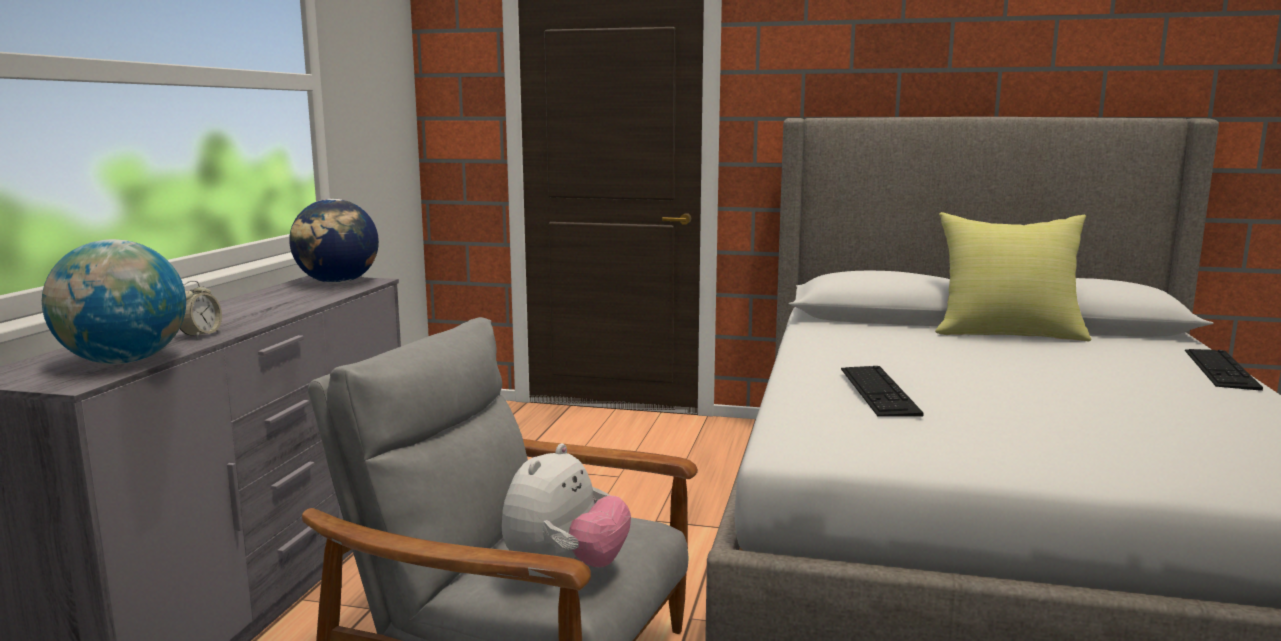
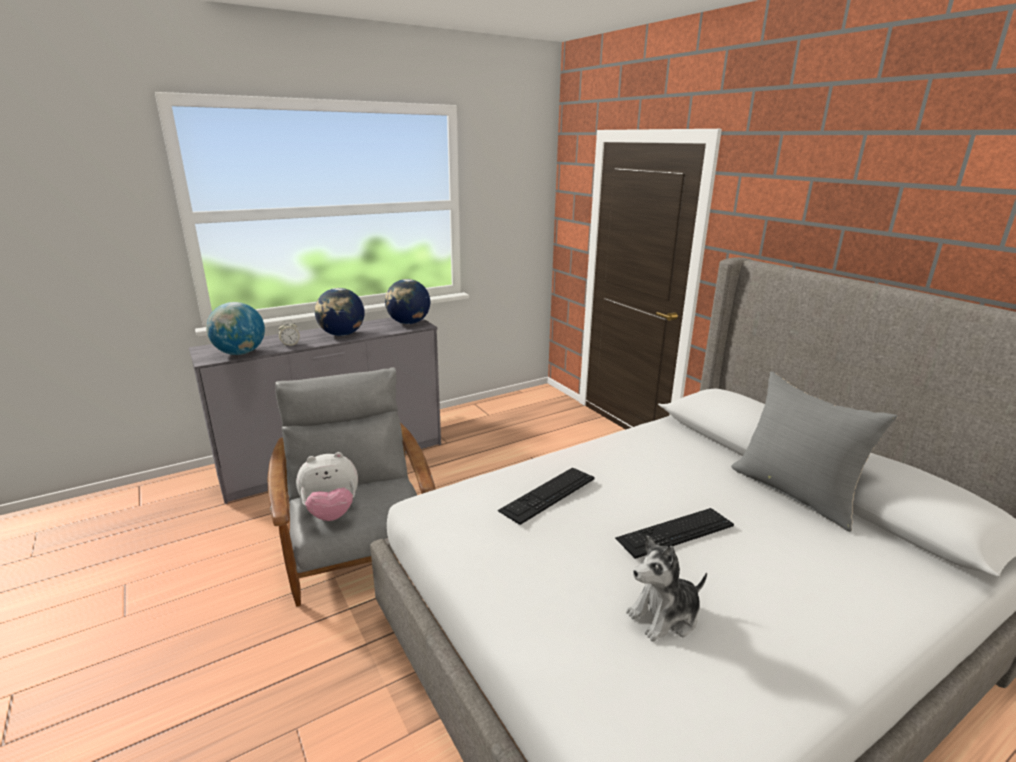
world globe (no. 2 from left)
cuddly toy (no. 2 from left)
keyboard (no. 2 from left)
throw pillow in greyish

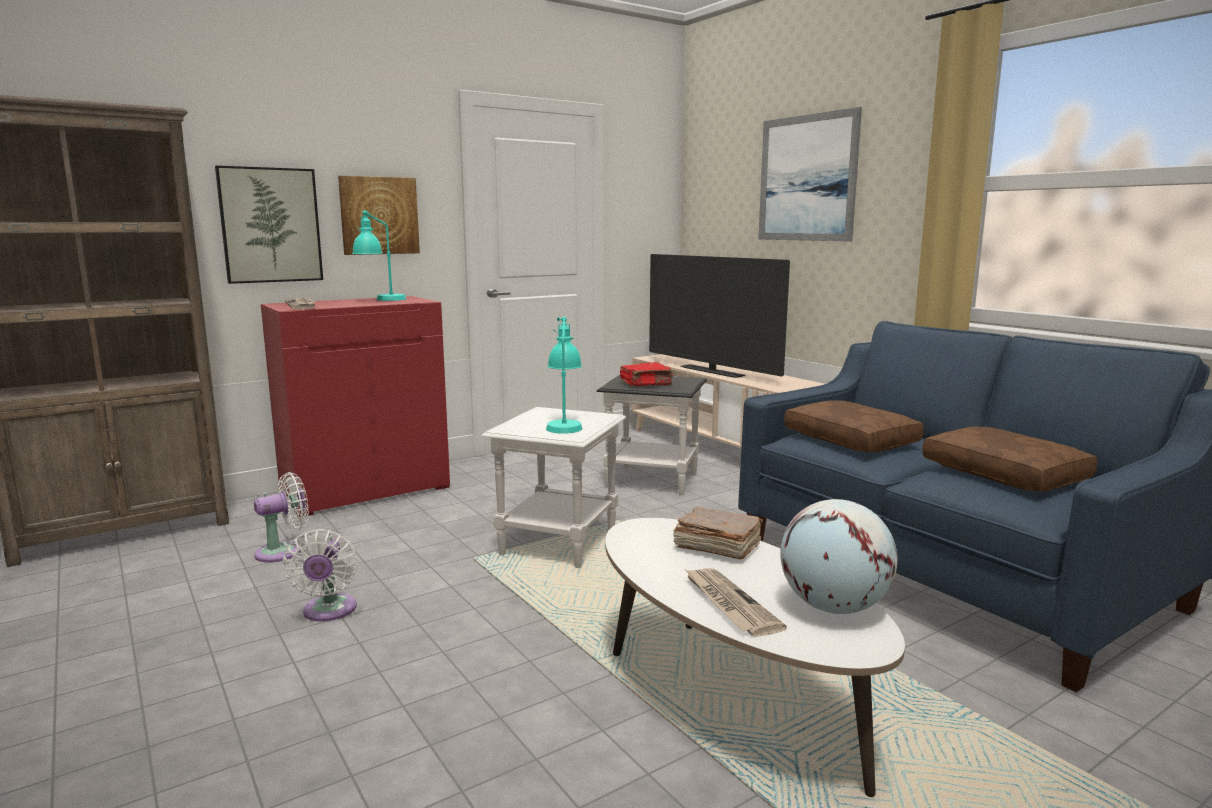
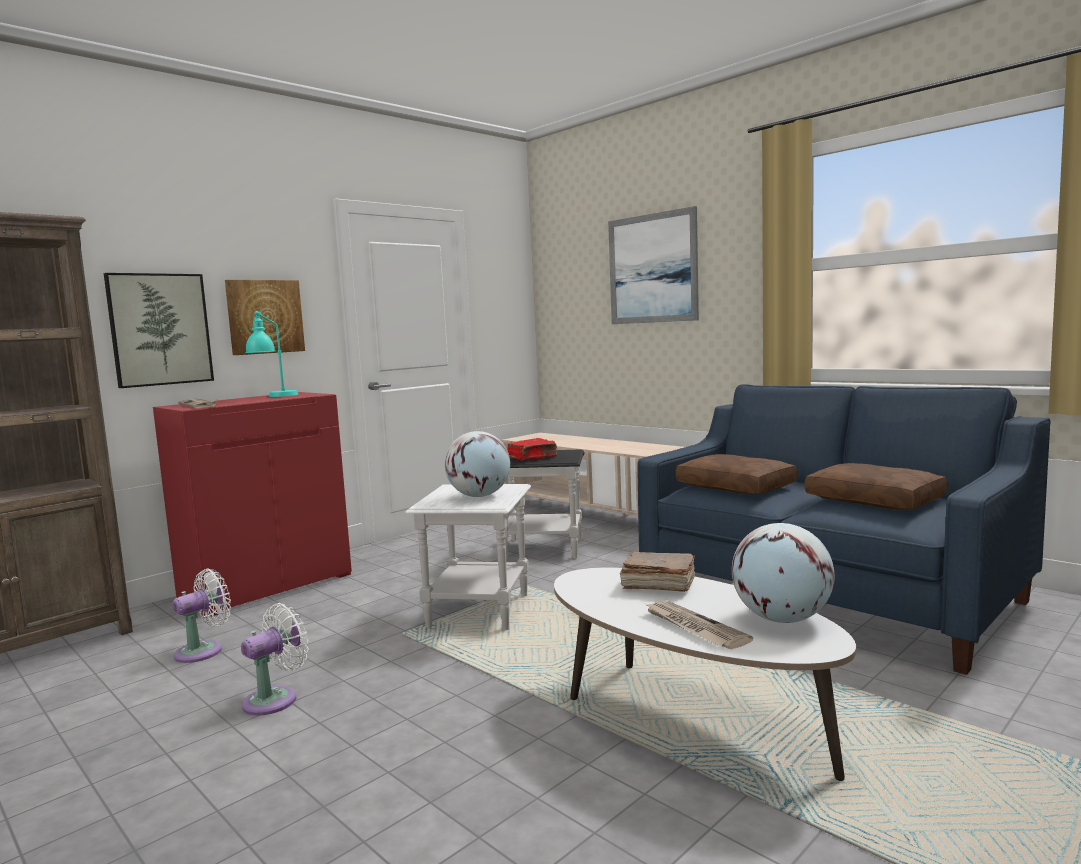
TV
world globe (no. 1 from left)
cooling fan in white-coloured (no. 2 from left)

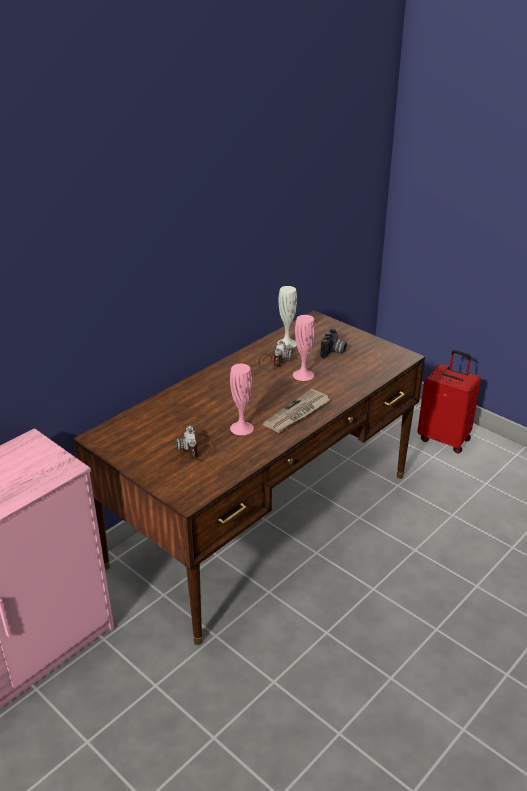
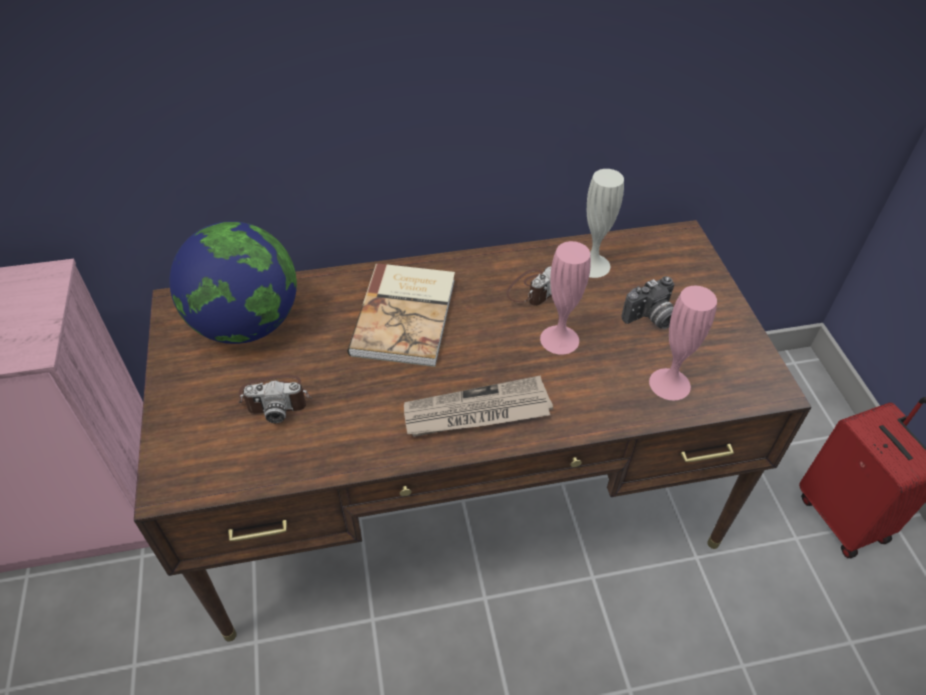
world globe
bound book
flower vase in pinkish (no. 2 from left)
still camera (no. 1 from left)

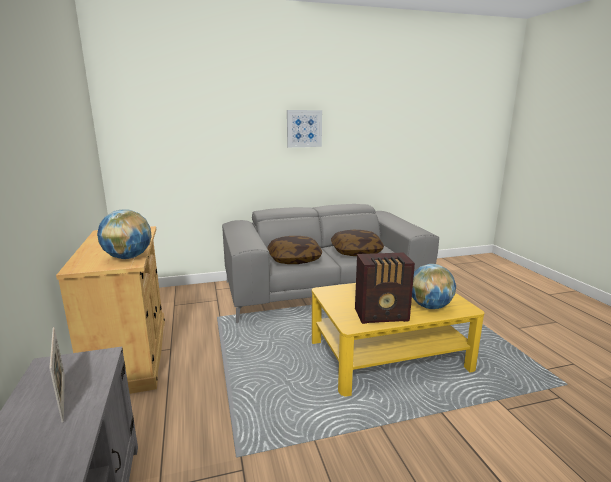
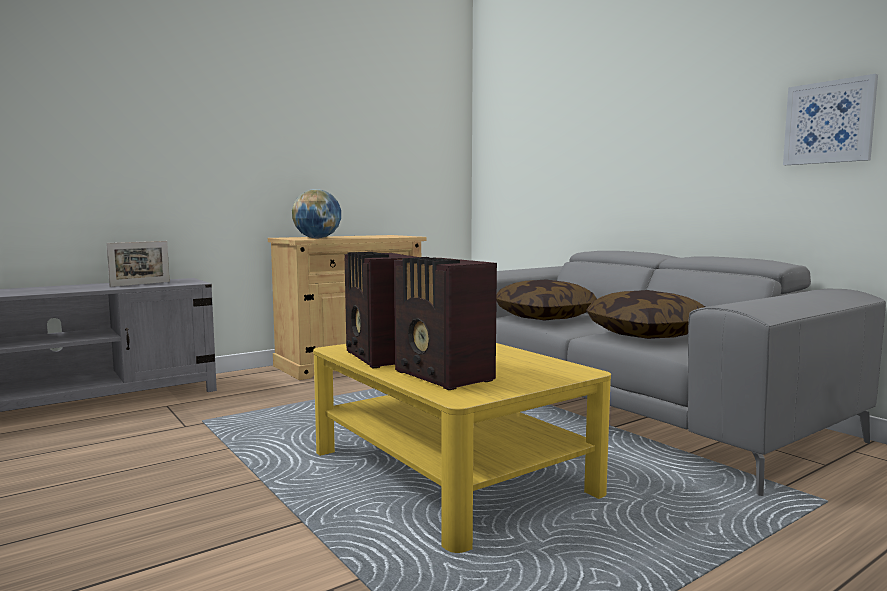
wall picture
radio set (no. 2 from left)

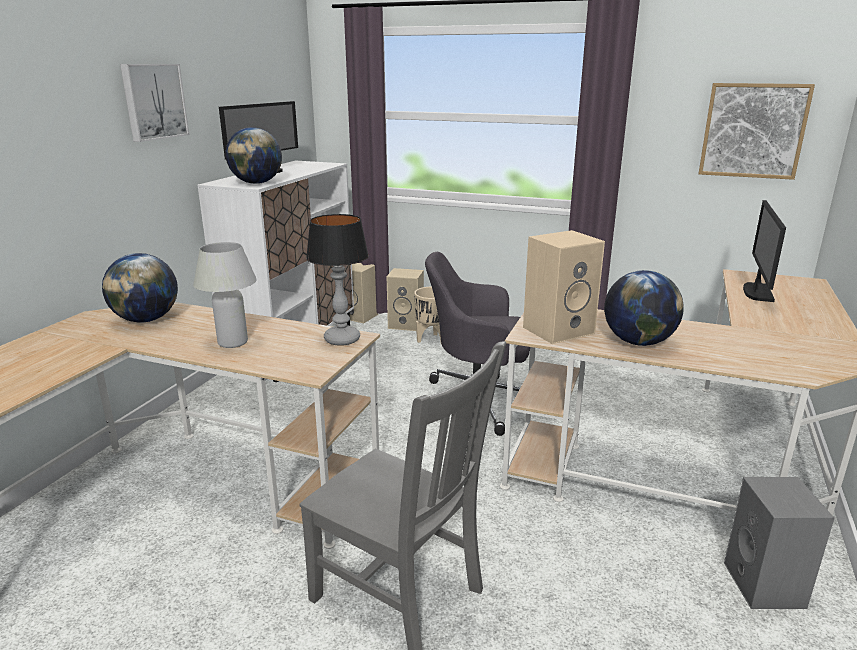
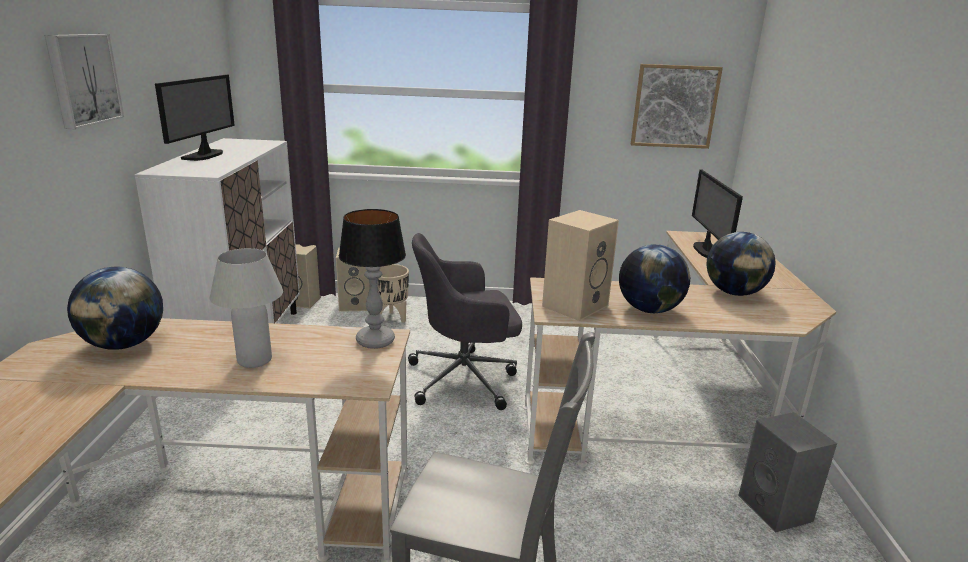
world globe (no. 3 from left)

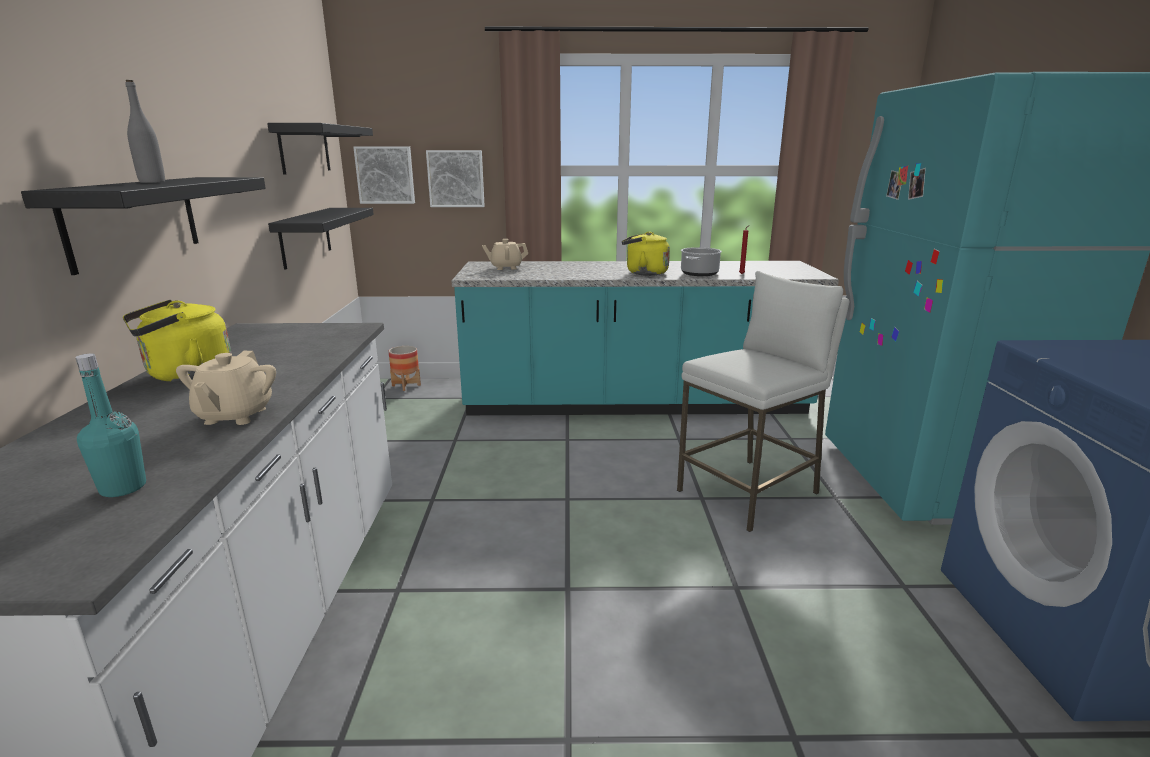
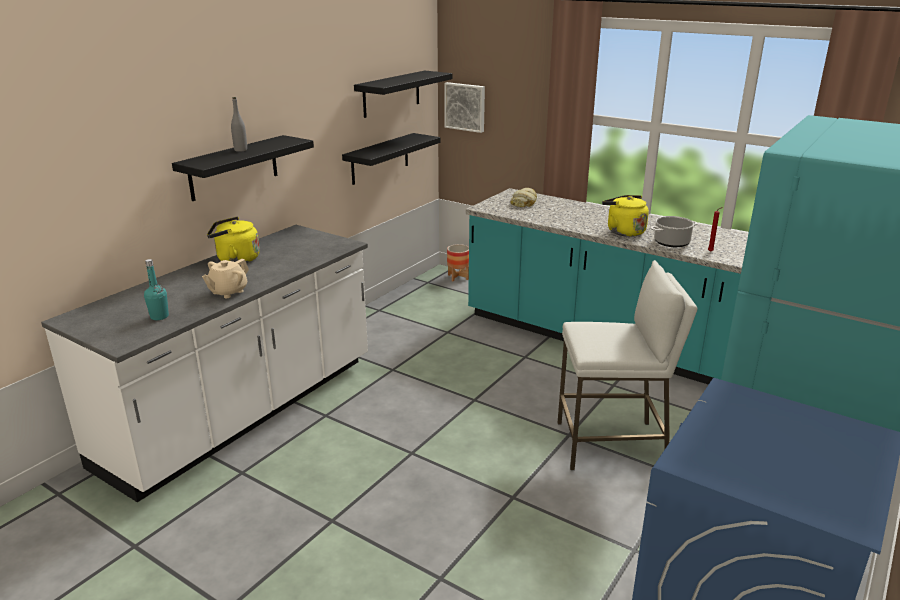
wall picture (no. 2 from left in the first image)
bakery bread

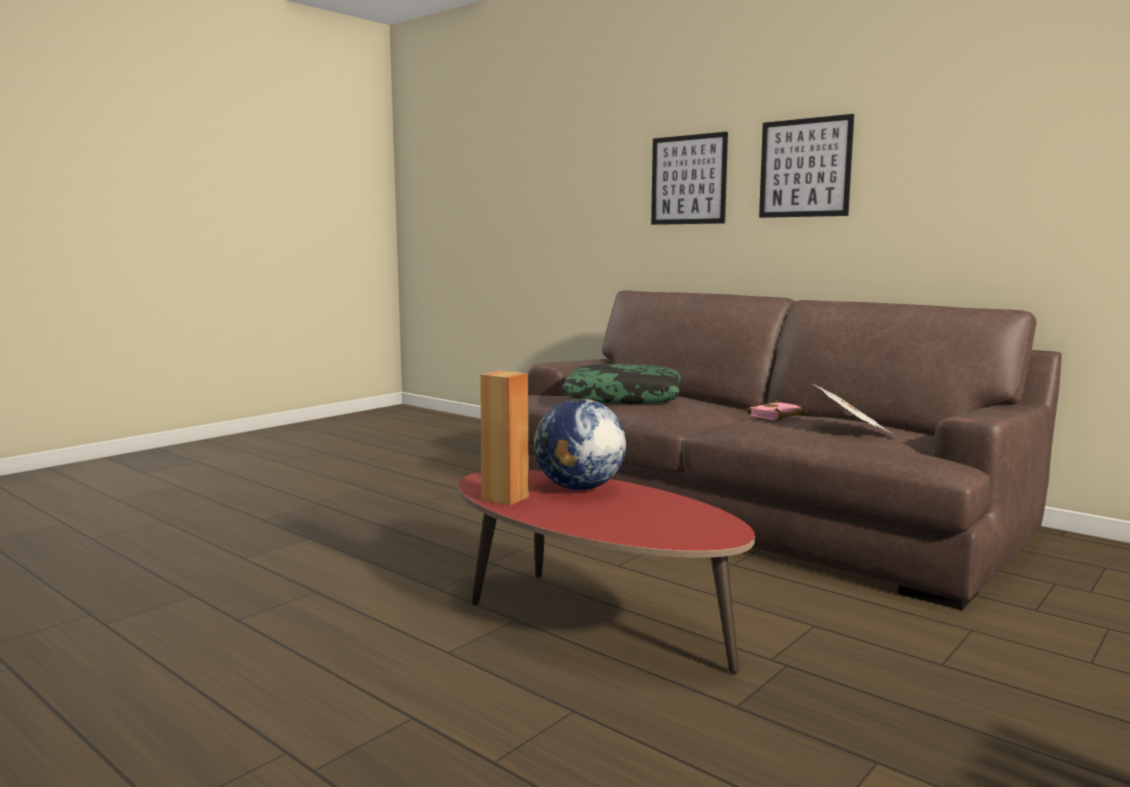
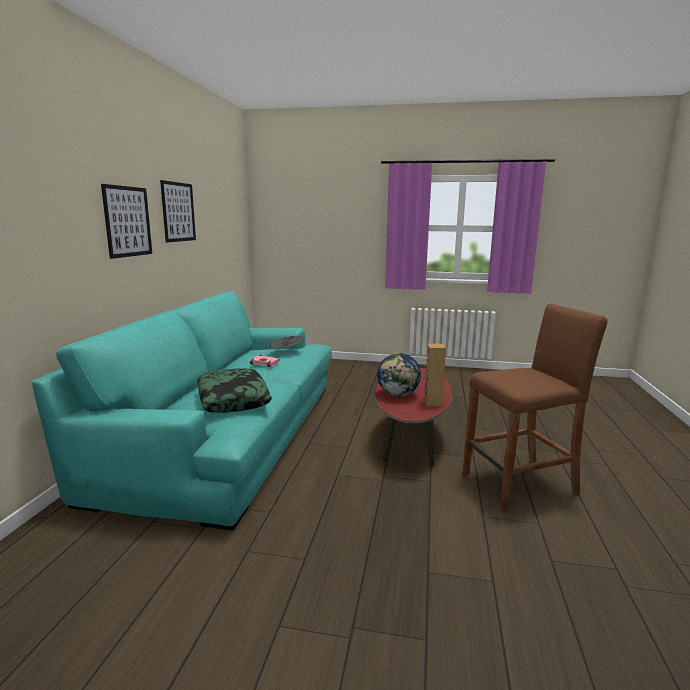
stool seat in brown
wall picture (no. 2 from left)
couch in turquoise-coloured

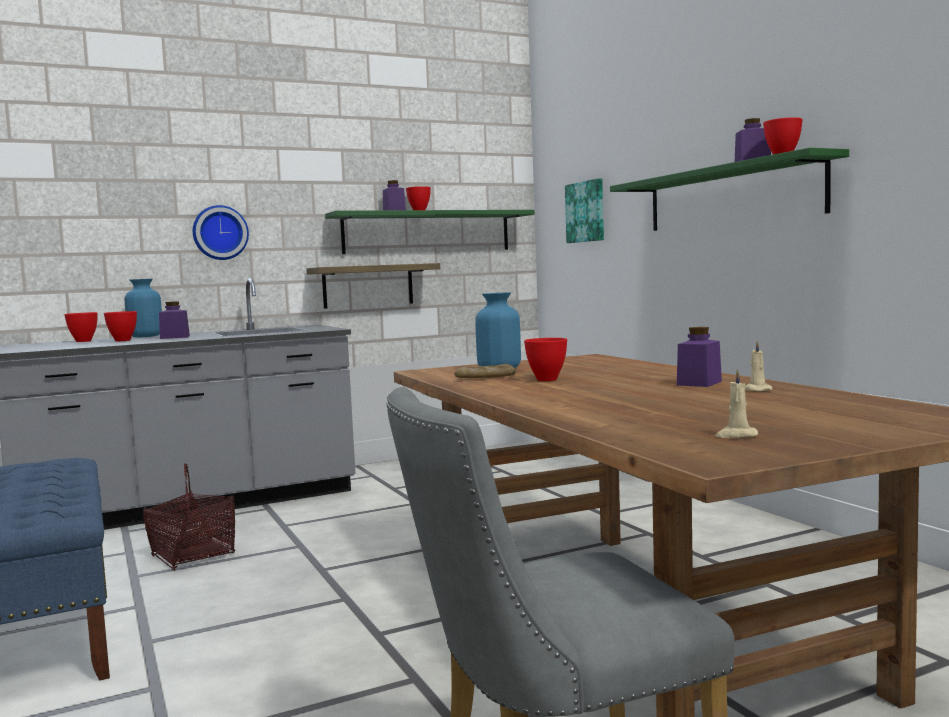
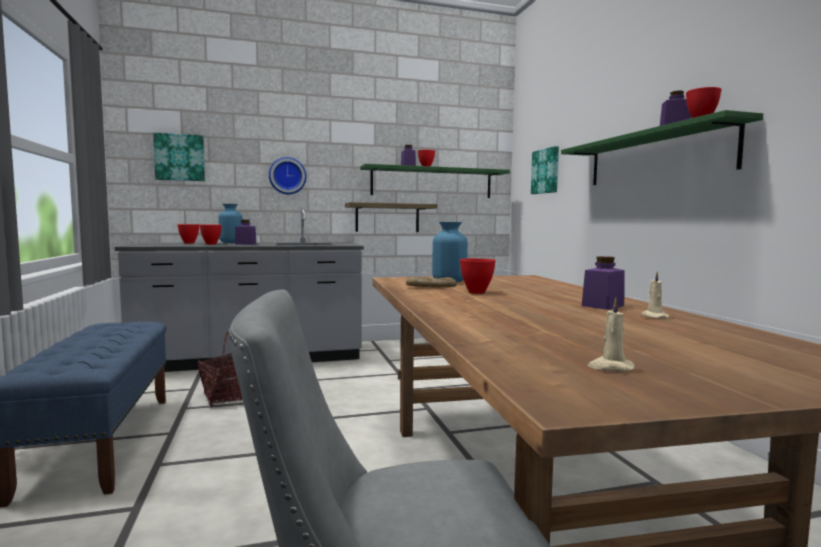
wall picture (no. 1 from left)

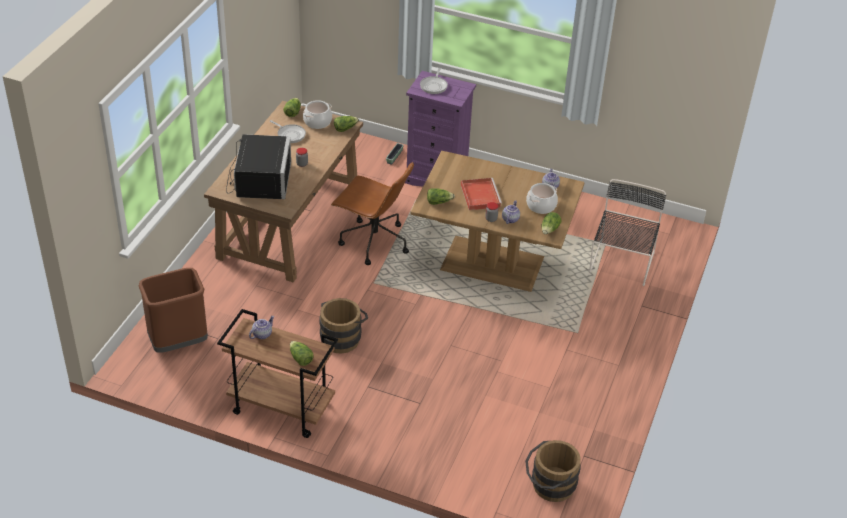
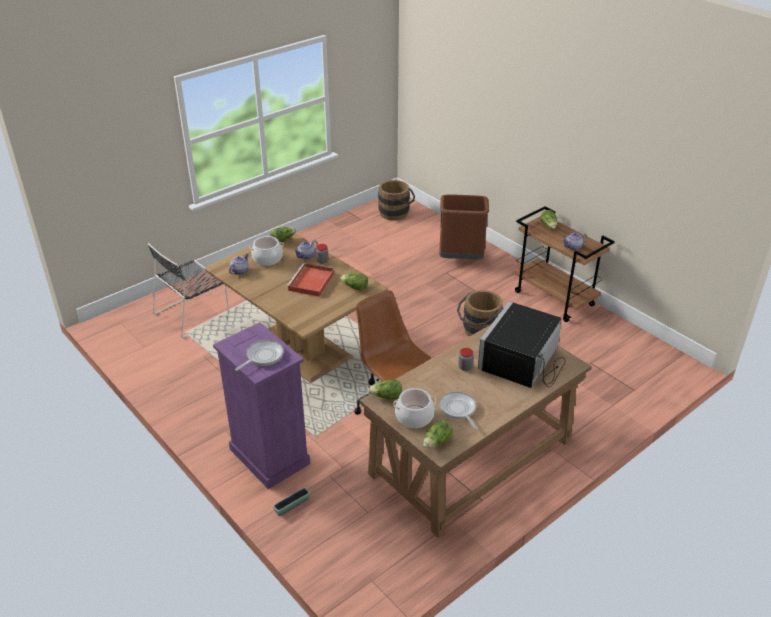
trash can in brown

